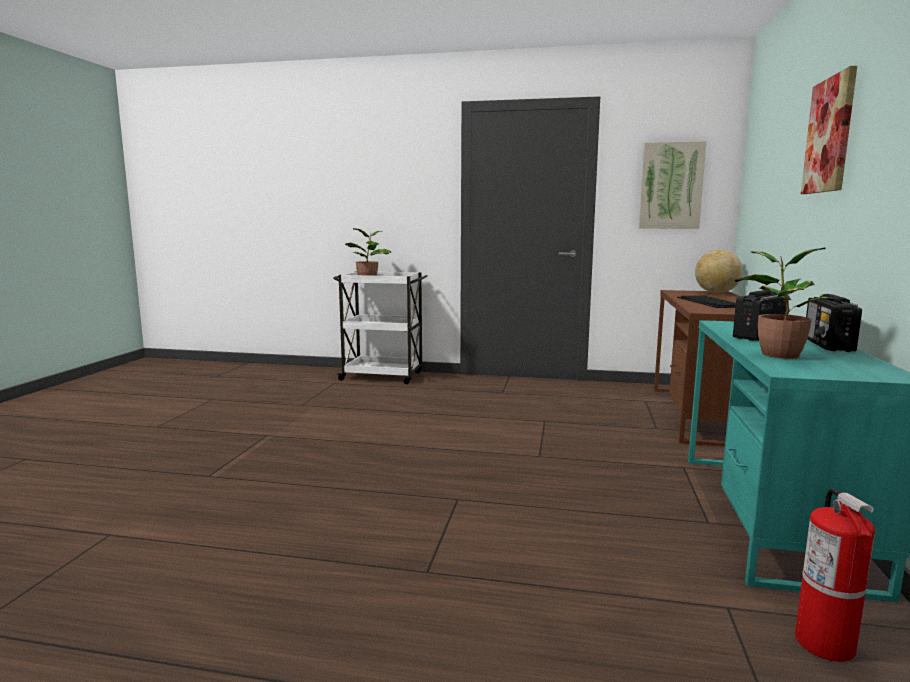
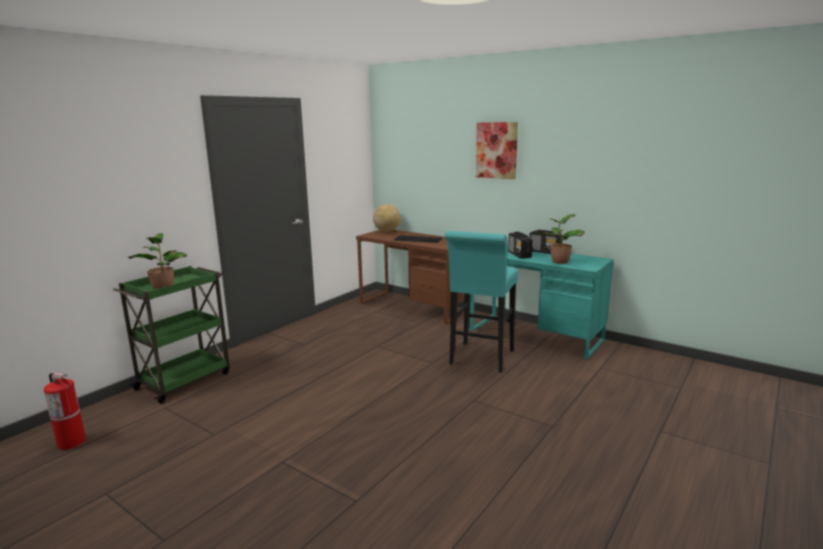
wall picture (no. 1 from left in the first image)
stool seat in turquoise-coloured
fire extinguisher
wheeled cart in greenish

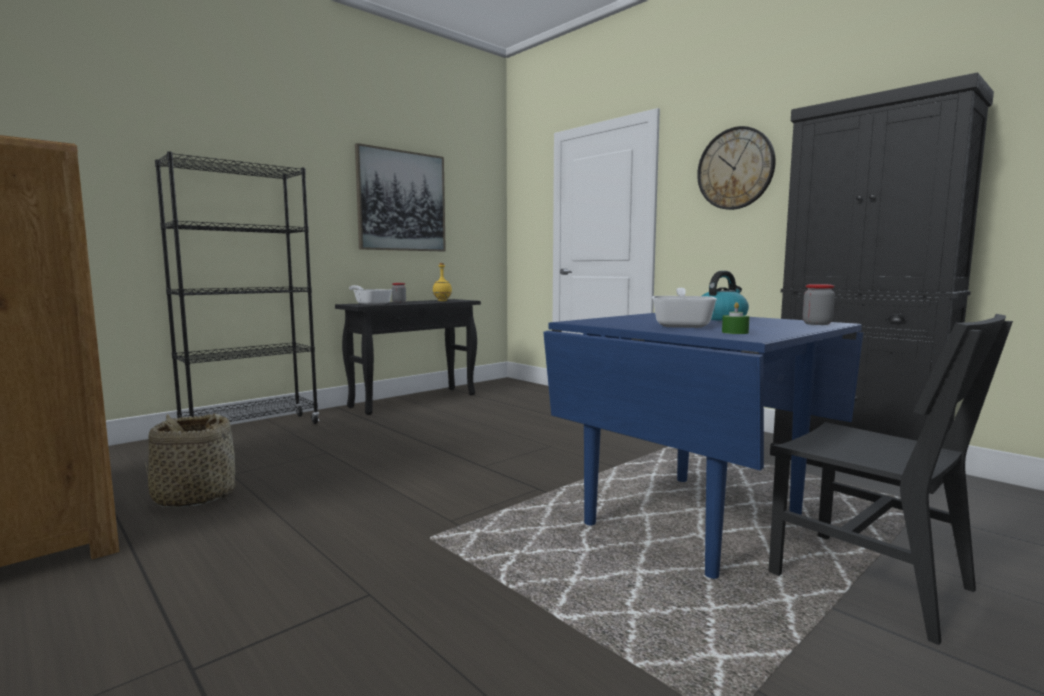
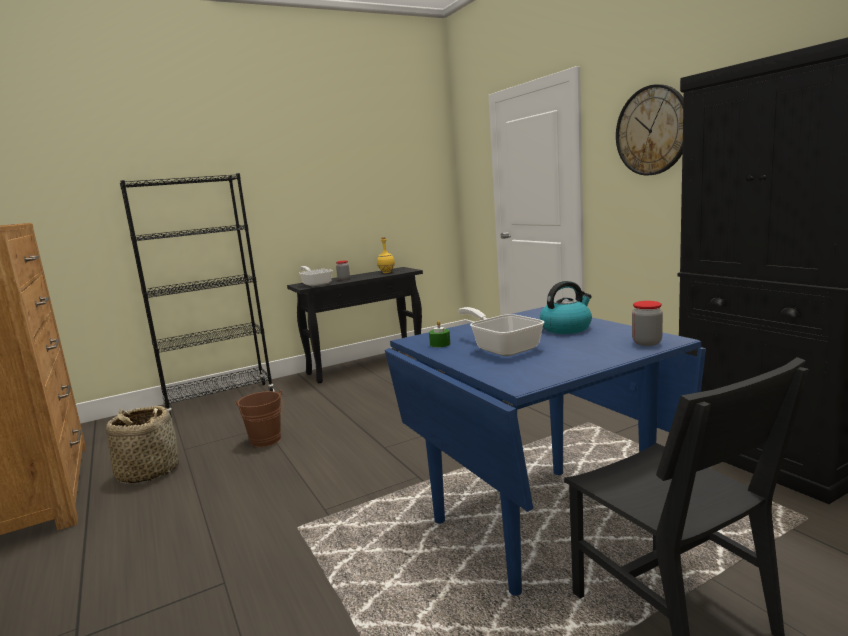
wall picture
water bucket in brown
wax light in greenish
frying pan (no. 2 from left)

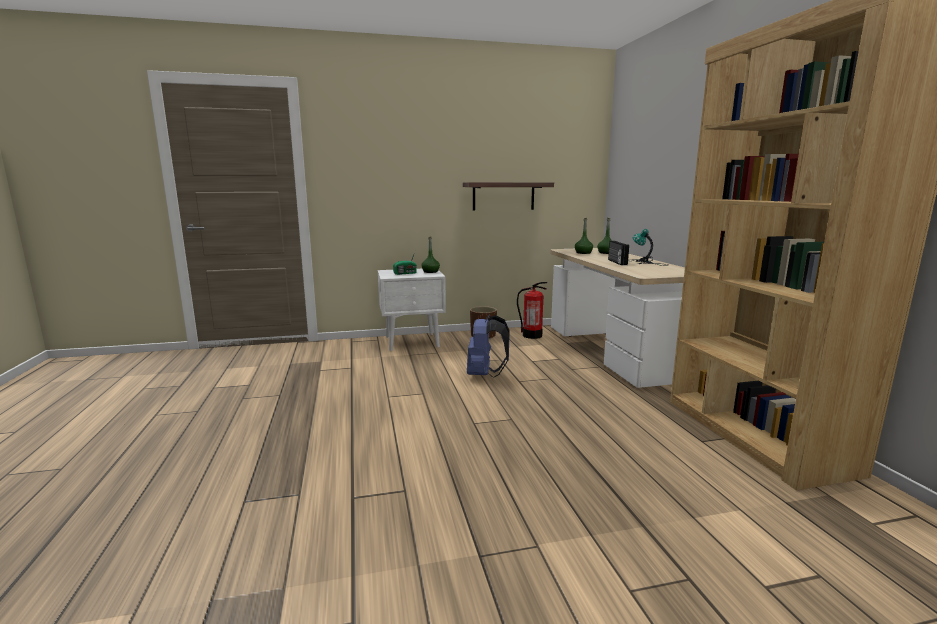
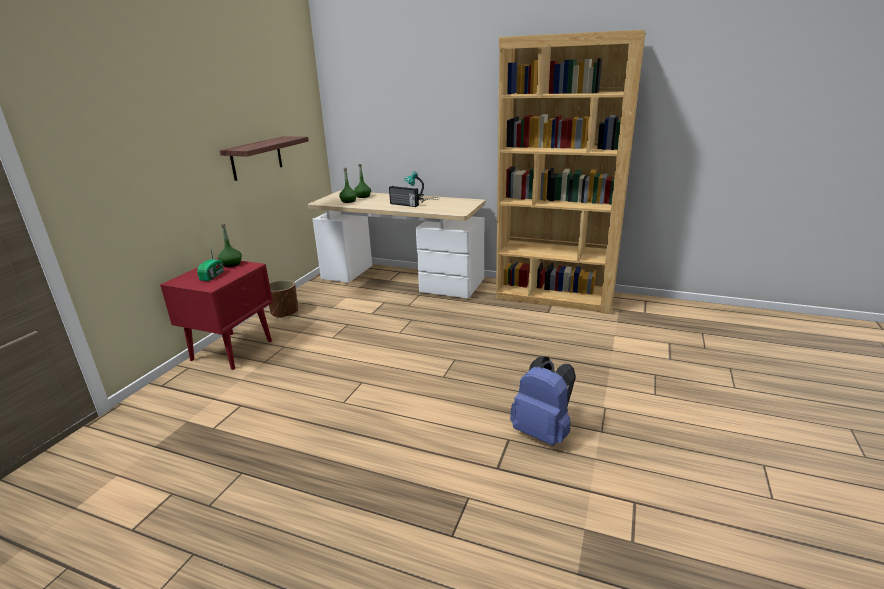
fire extinguisher
backpack in bluish
bedside table in red

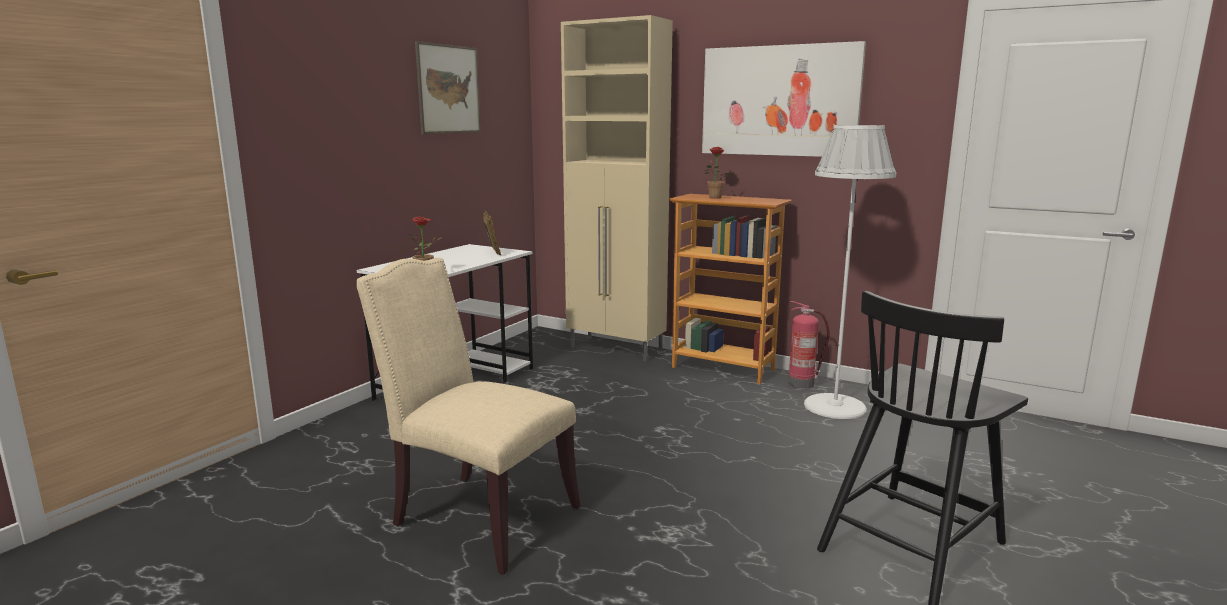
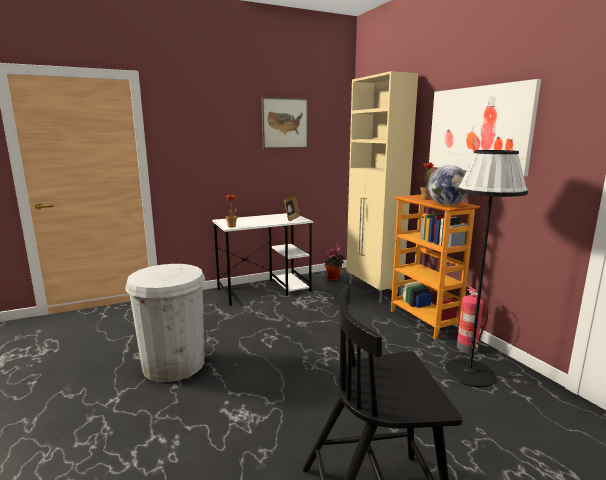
potted plant (no. 2 from left)
world globe
trash can in white-coloured
floor lamp in black-coloured

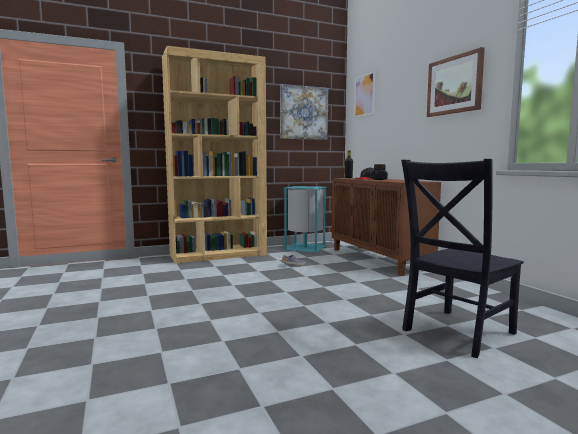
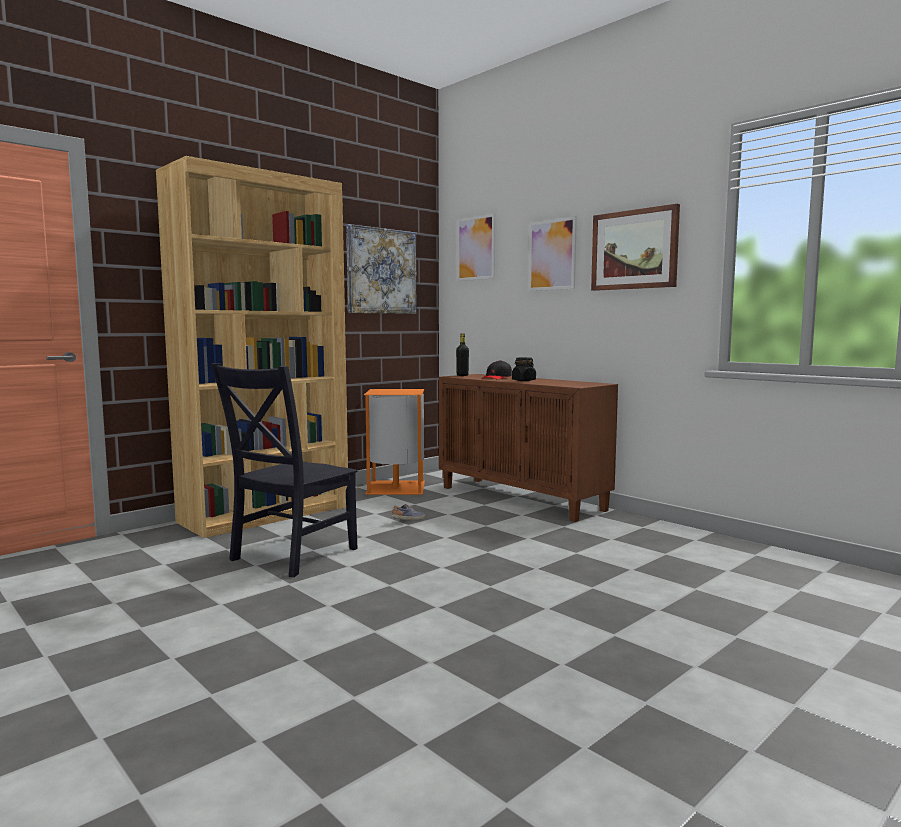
wall picture (no. 3 from left)
plain chair in black-coloured
trash can in orange

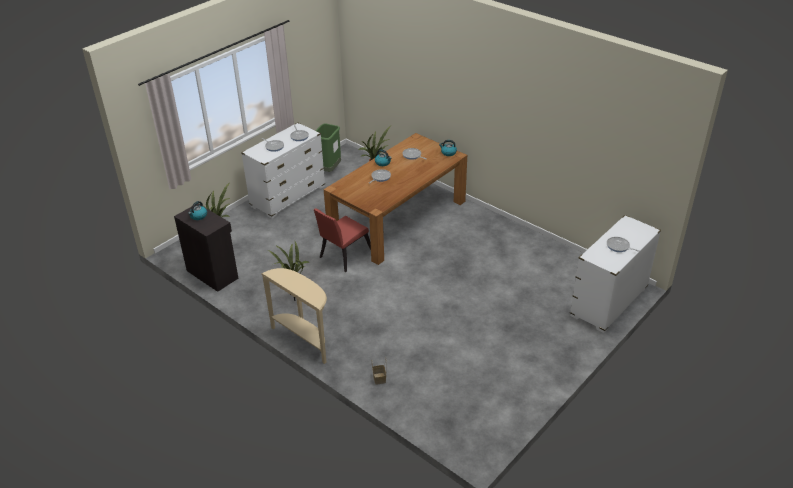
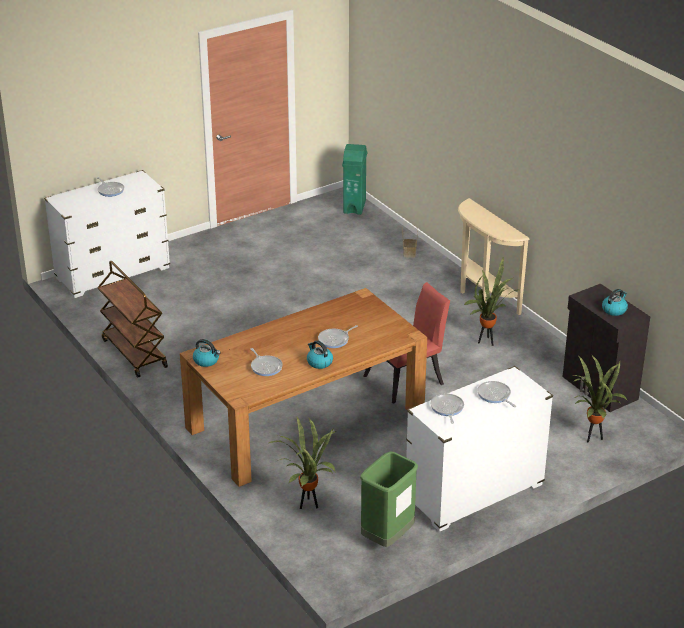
wheeled cart in brown
trash can in greenish (no. 1 from left)

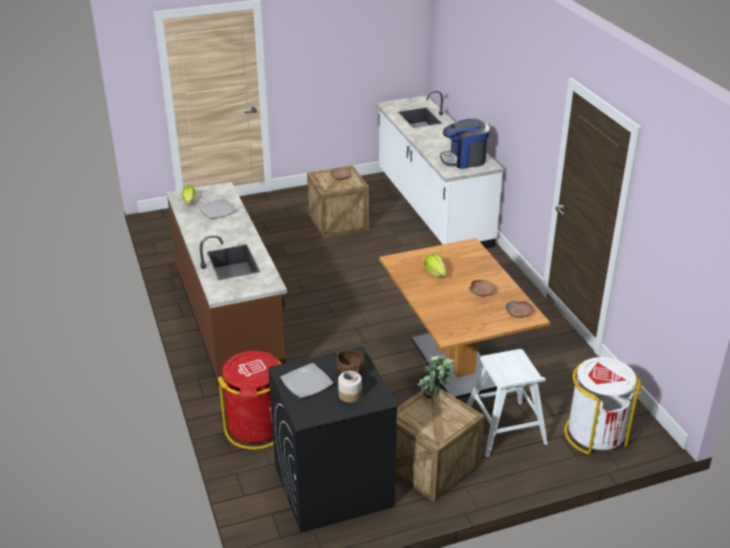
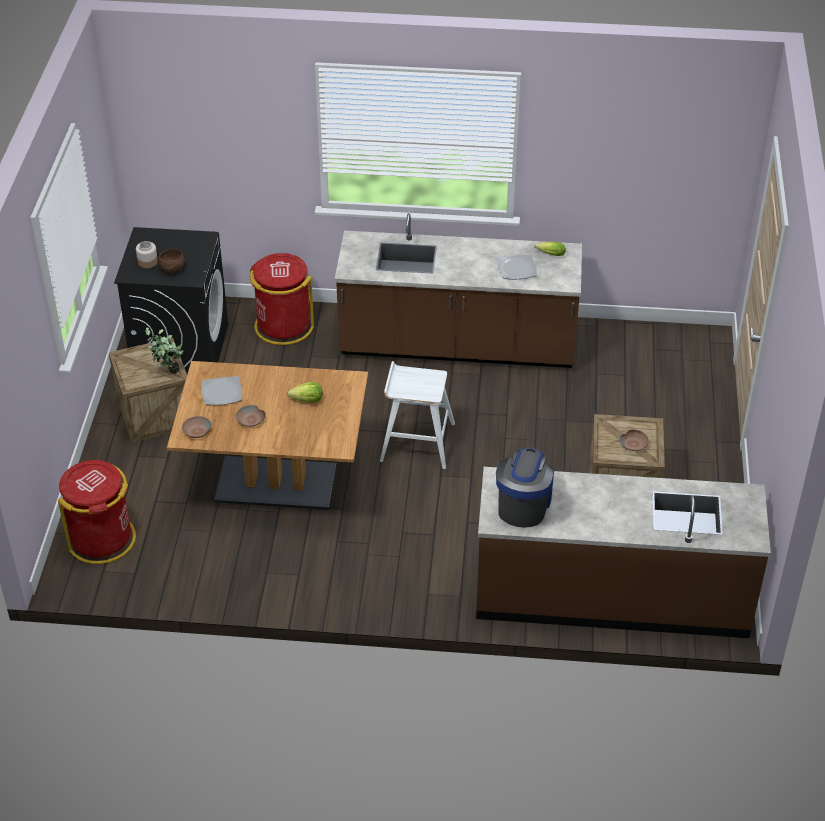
dinner plate (no. 1 from left)
stool seat in white-coloured
kitchen counter in brown (no. 2 from left)
trash can in red (no. 1 from left)

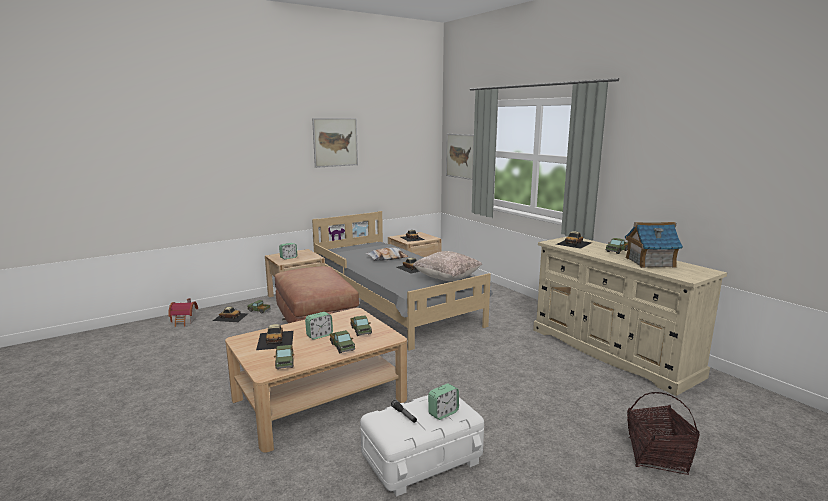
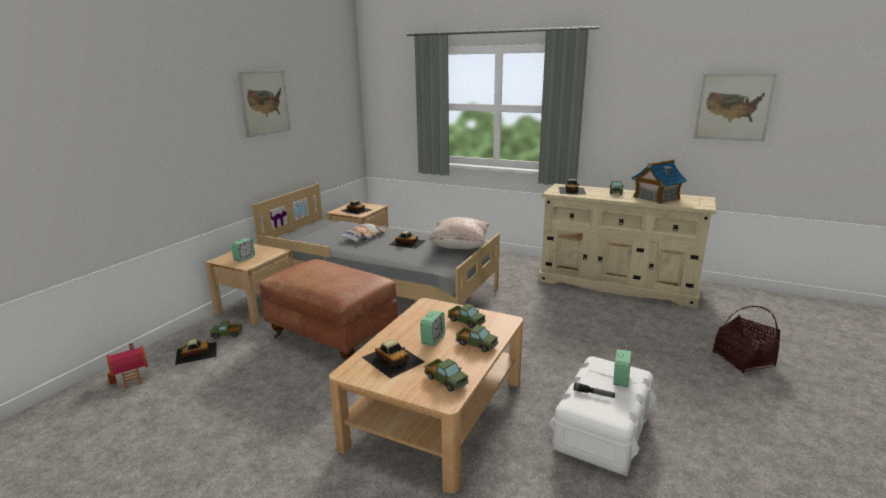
wall picture (no. 2 from left)

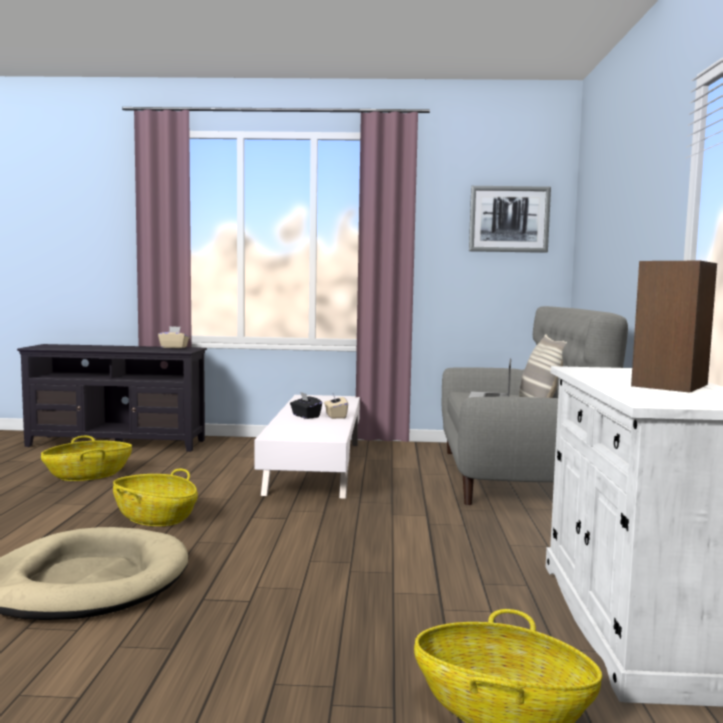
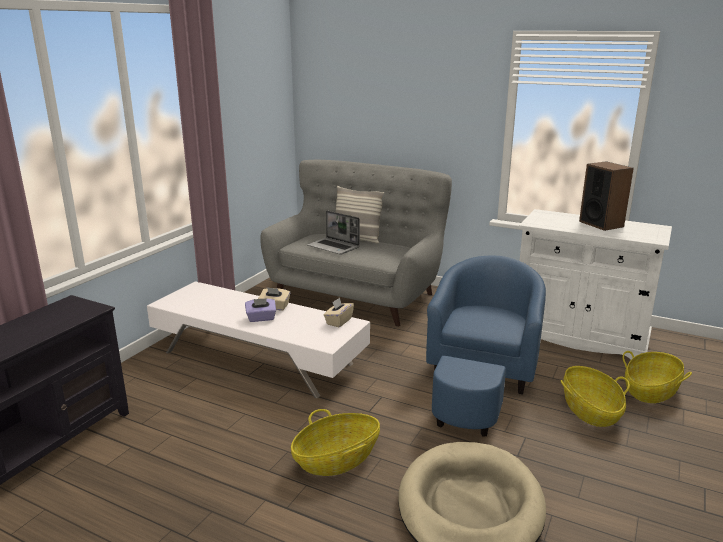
wall picture
easy chair in bluish
household basket (no. 2 from left)
tissue holder in sand-coloured (no. 2 from left)
tissue holder in purple-coloured

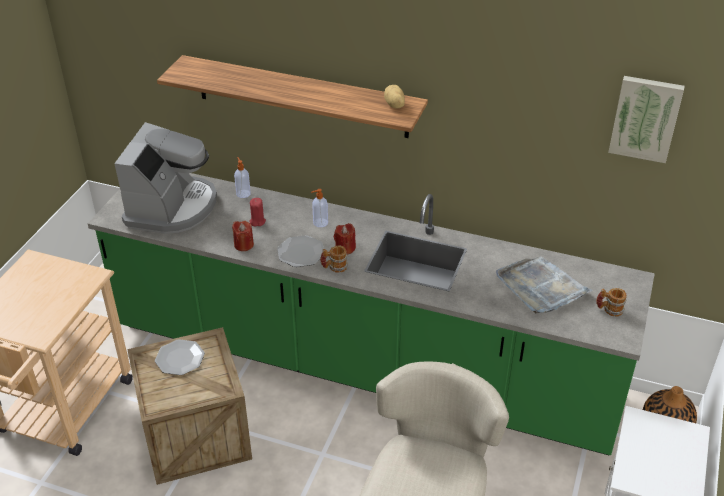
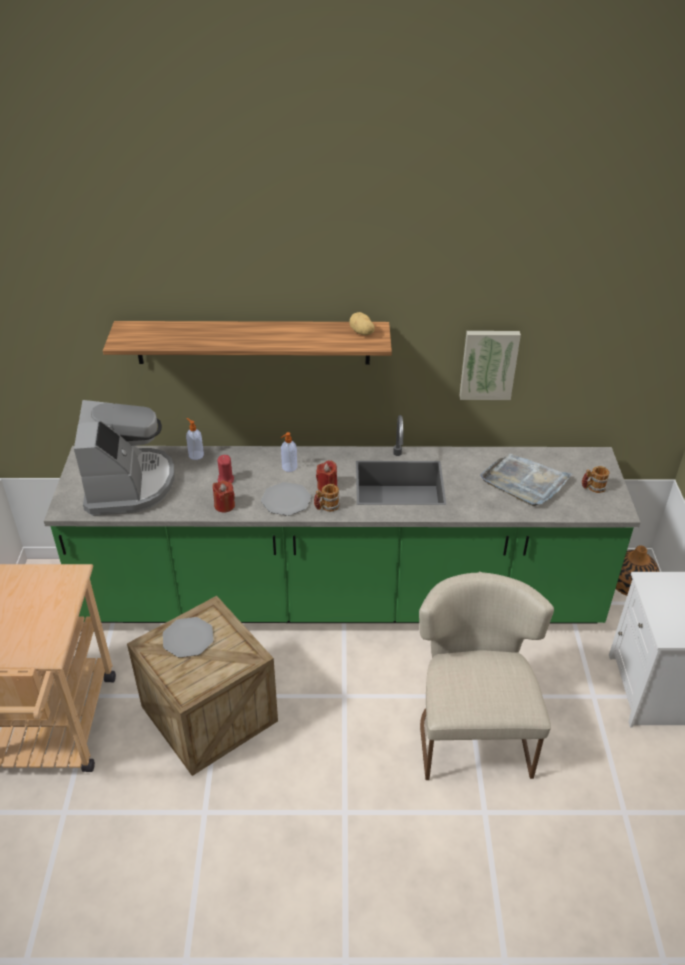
wall picture

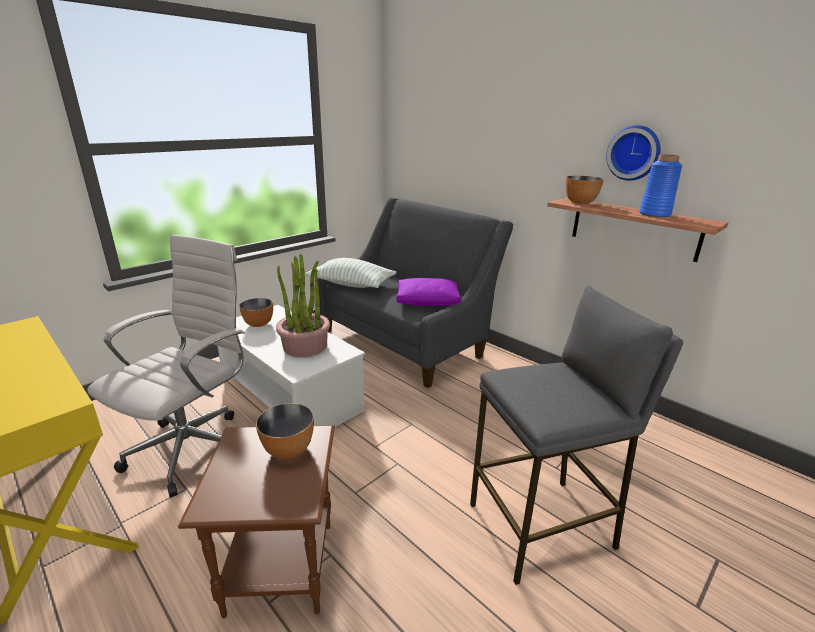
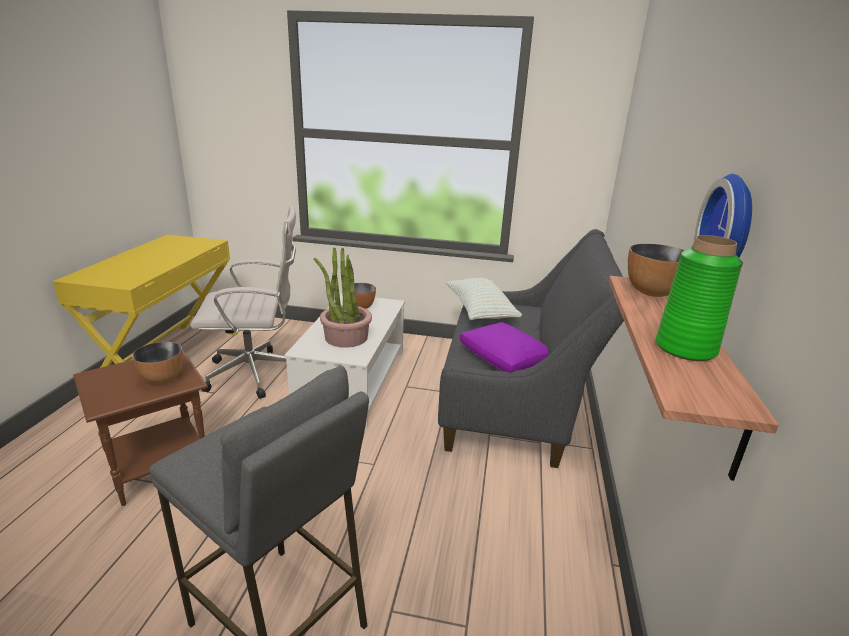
flower vase in greenish

